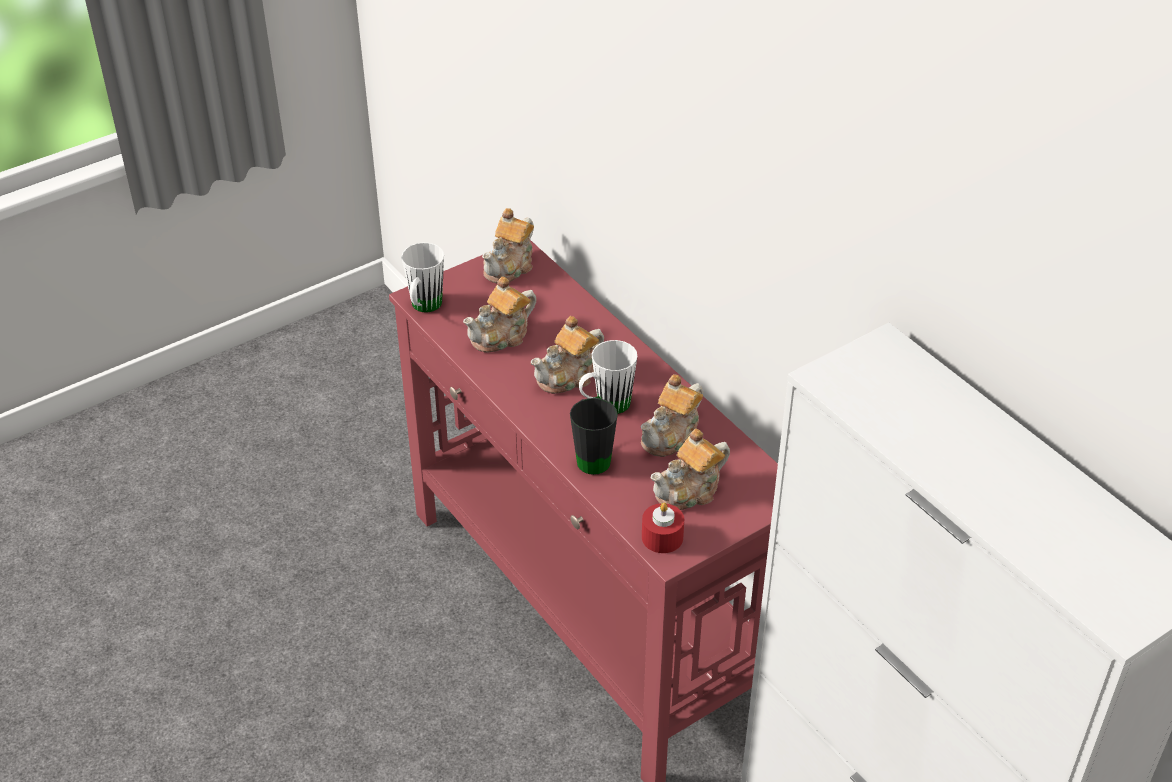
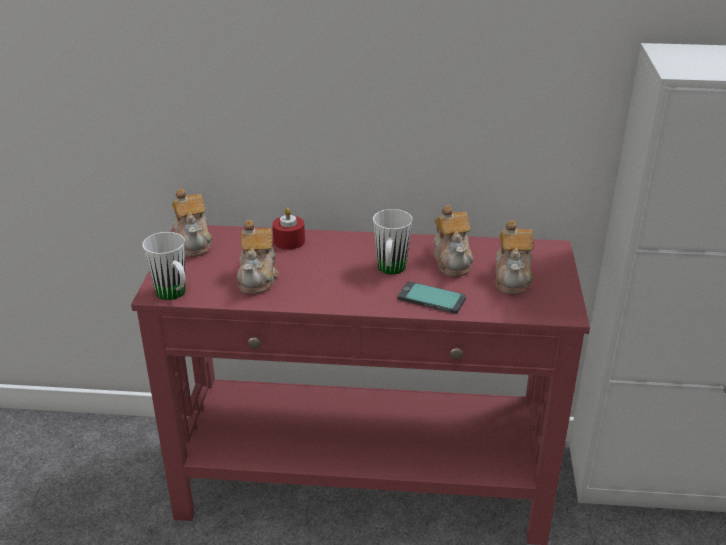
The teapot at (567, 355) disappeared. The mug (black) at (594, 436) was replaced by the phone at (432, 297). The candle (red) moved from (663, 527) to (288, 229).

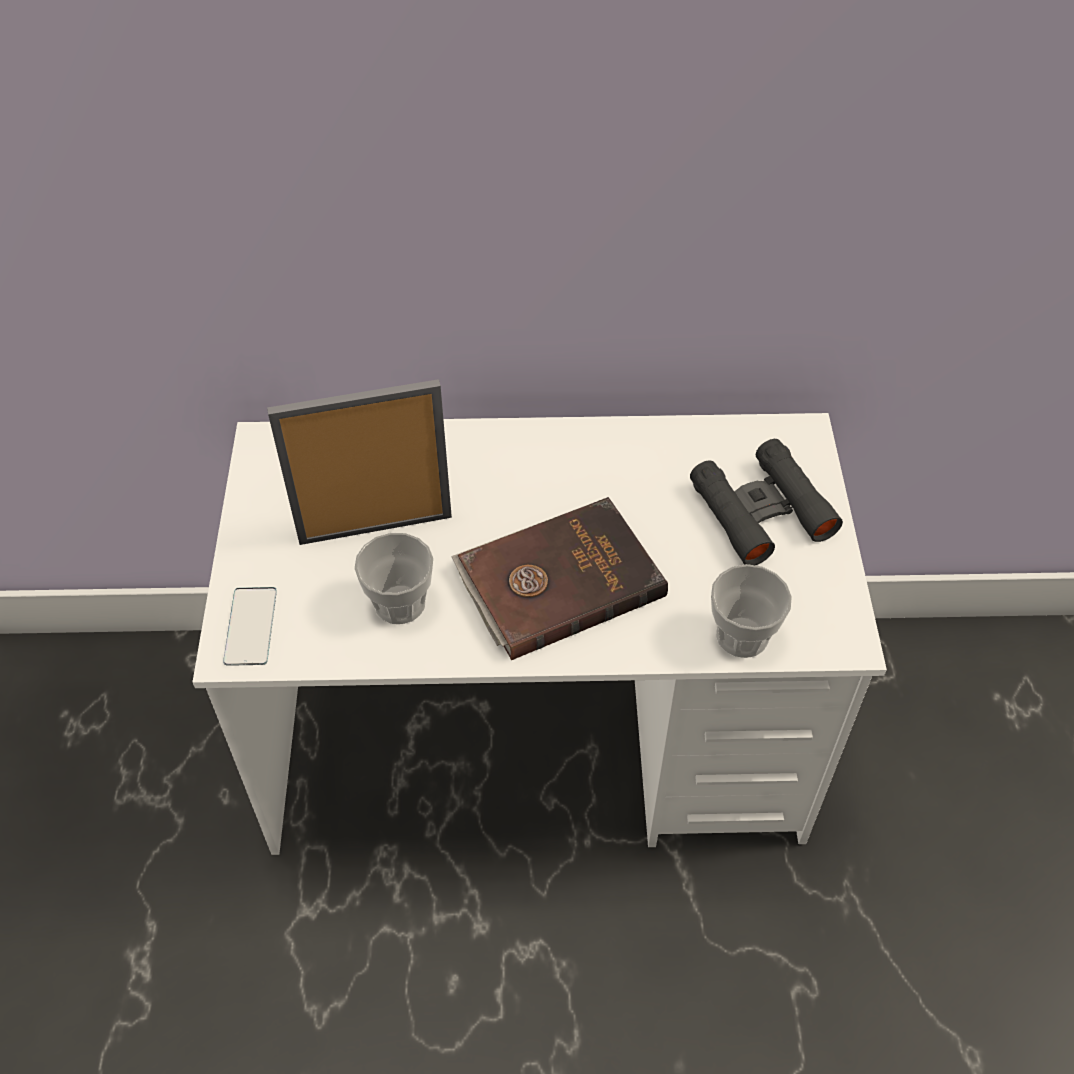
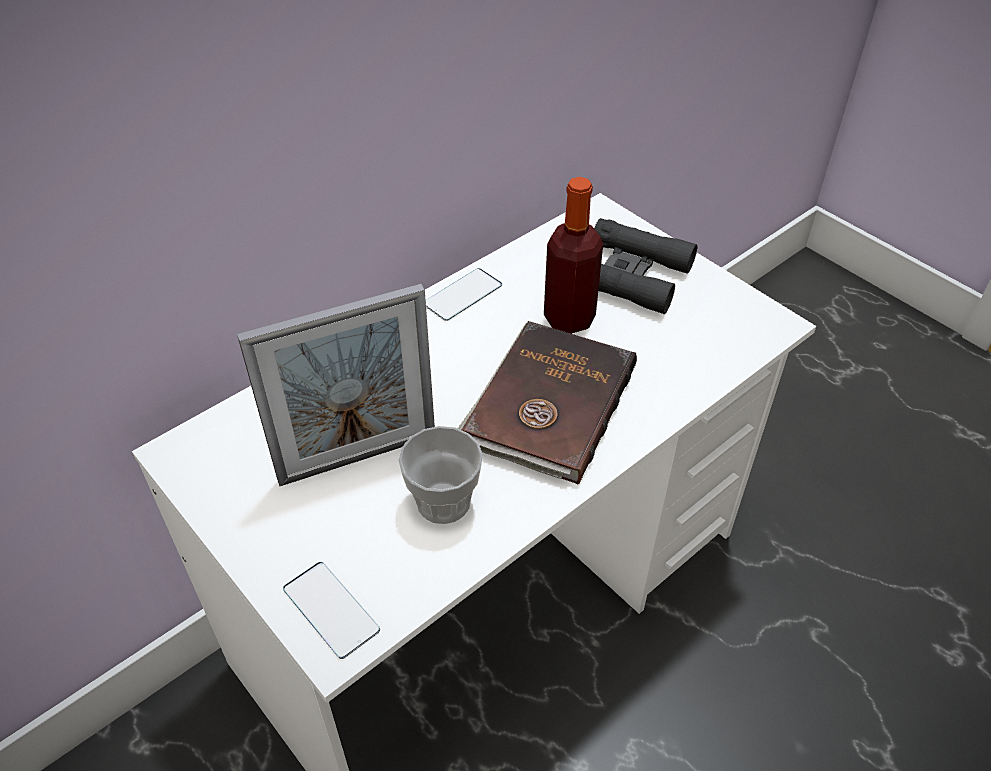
The picture frame at (359, 462) turned 150 degrees counterclockwise. The cup at (751, 611) disappeared. The phone at (464, 294) appeared. The bottle at (573, 255) appeared.

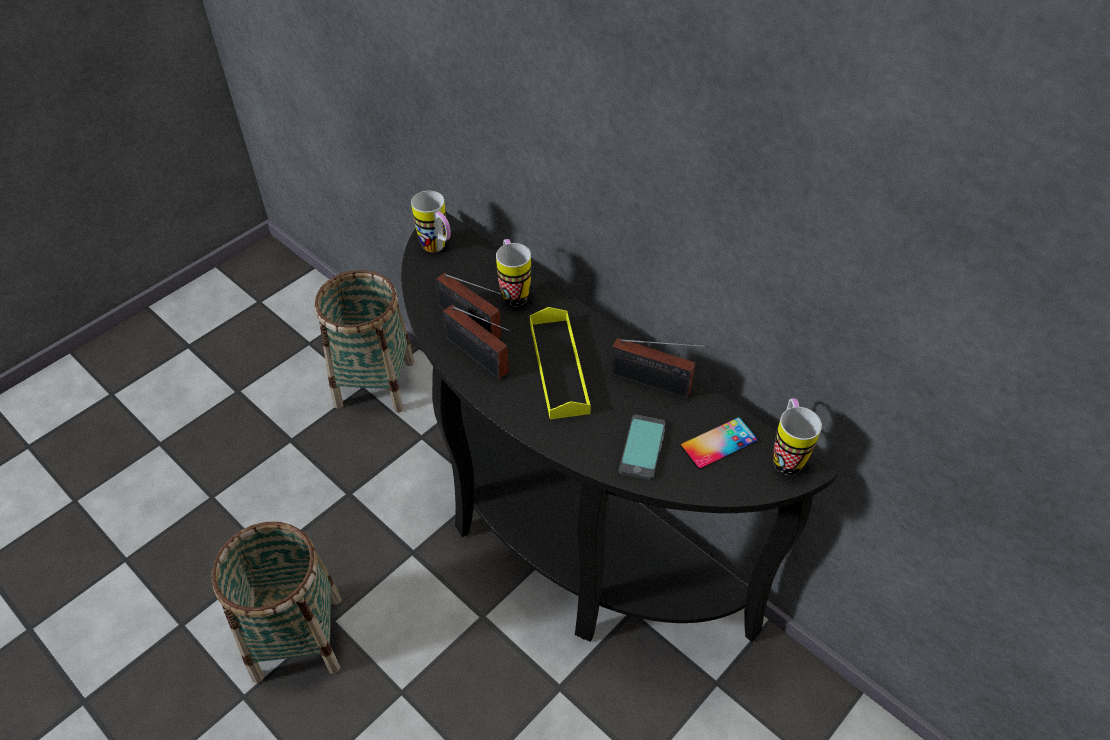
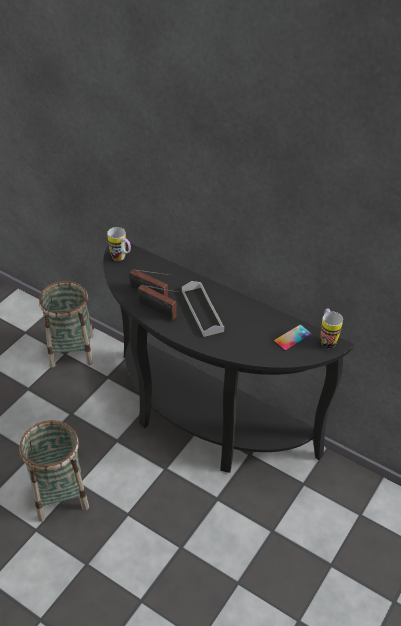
The mug at (513, 273) disappeared. The tray (yellow) at (560, 363) became the tray (grey) at (203, 309). The radio at (659, 368) disappeared. The phone at (642, 447) disappeared.

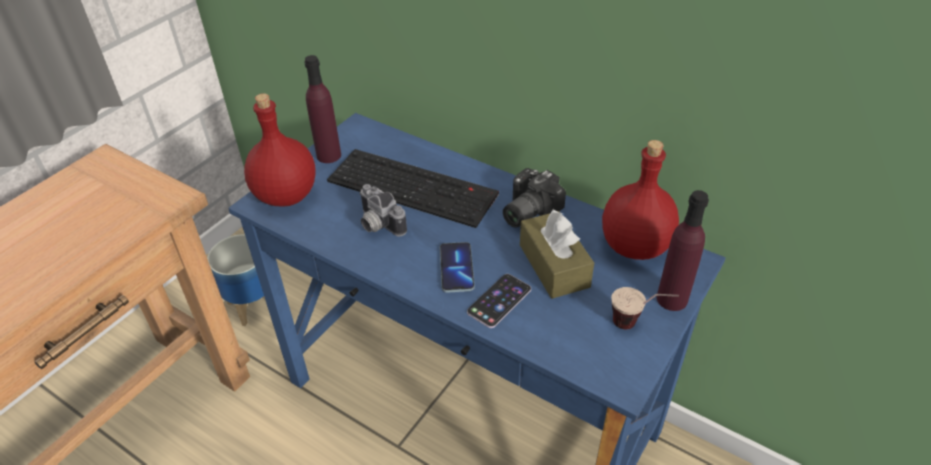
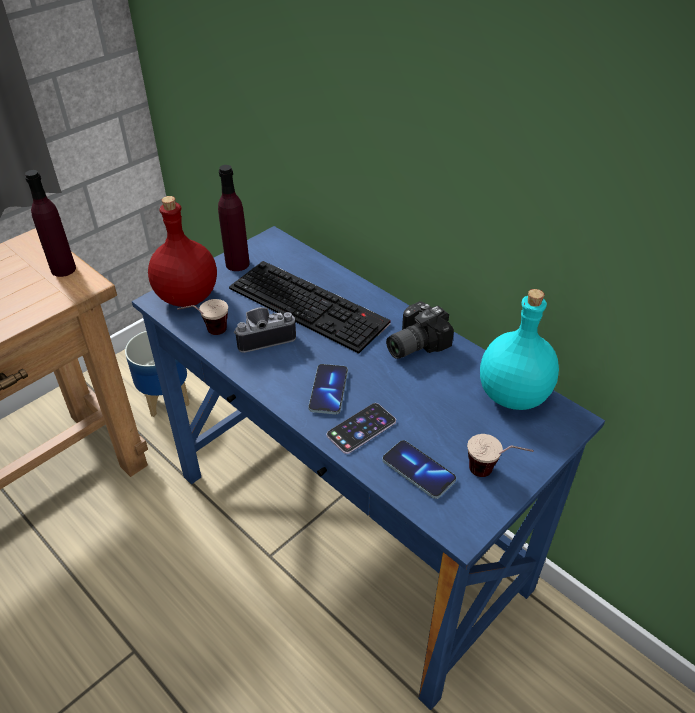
The photo camera at (383, 210) turned 105 degrees clockwise. The tissue box (brown) at (557, 254) disappeared. The bottle (red) at (640, 200) became the bottle (turquoise) at (519, 349). The bottle (purple) moved from (683, 250) to (50, 223). The cup at (202, 317) appeared. The phone at (419, 469) appeared.

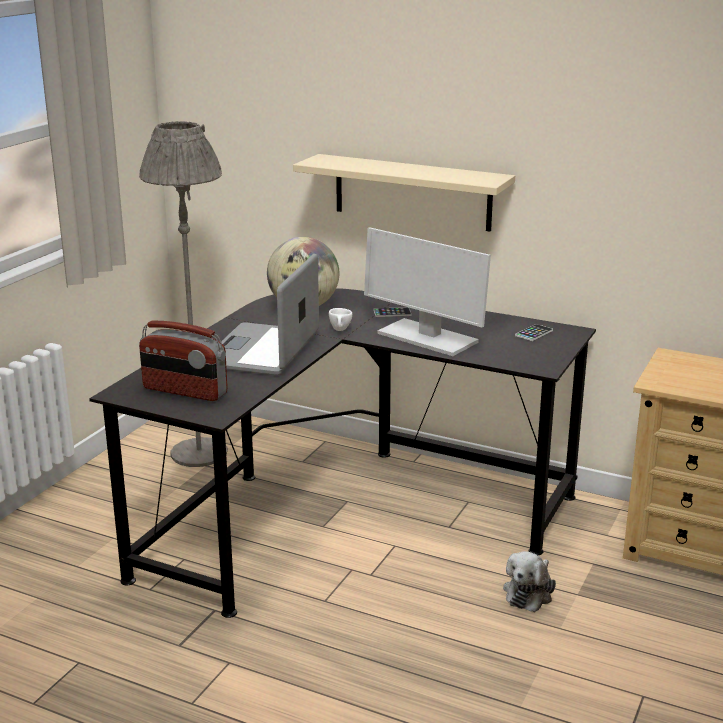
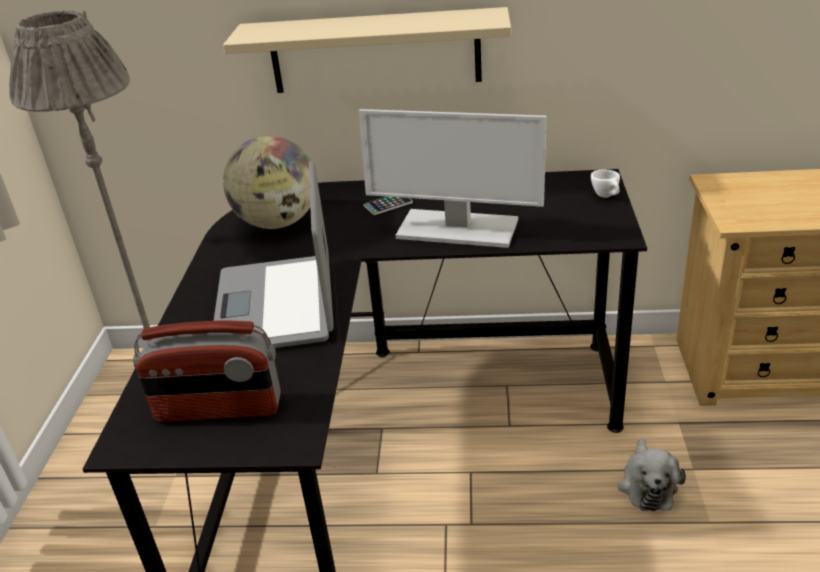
The cup (white) moved from (340, 319) to (605, 183). The phone at (534, 332) disappeared.

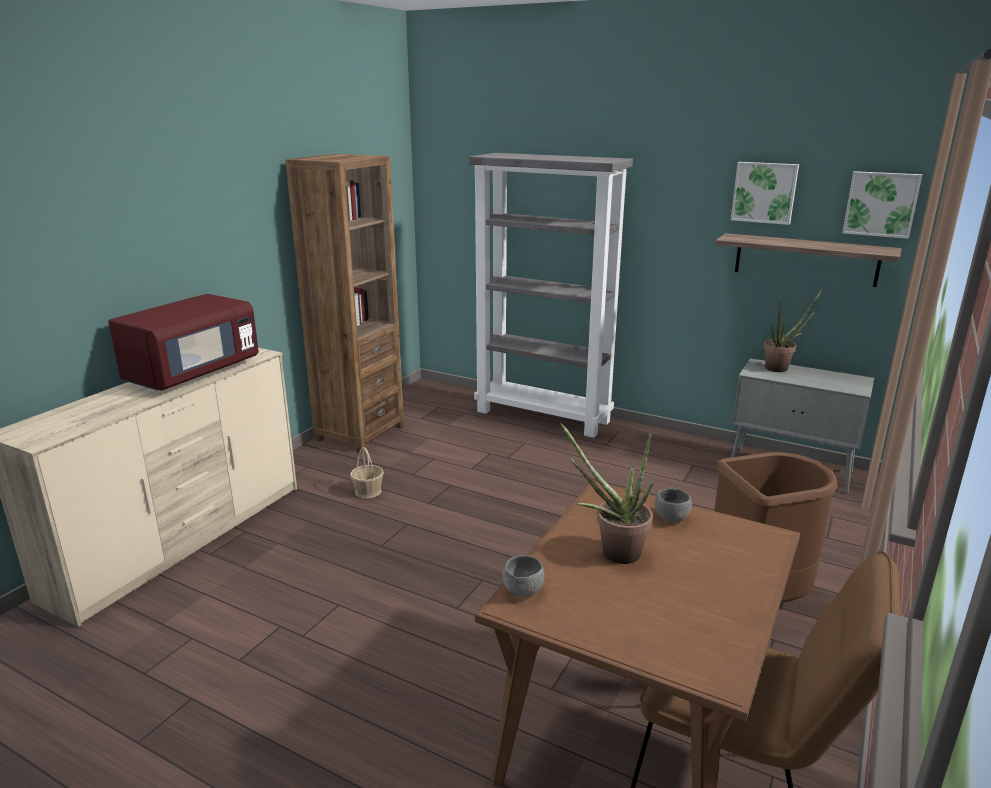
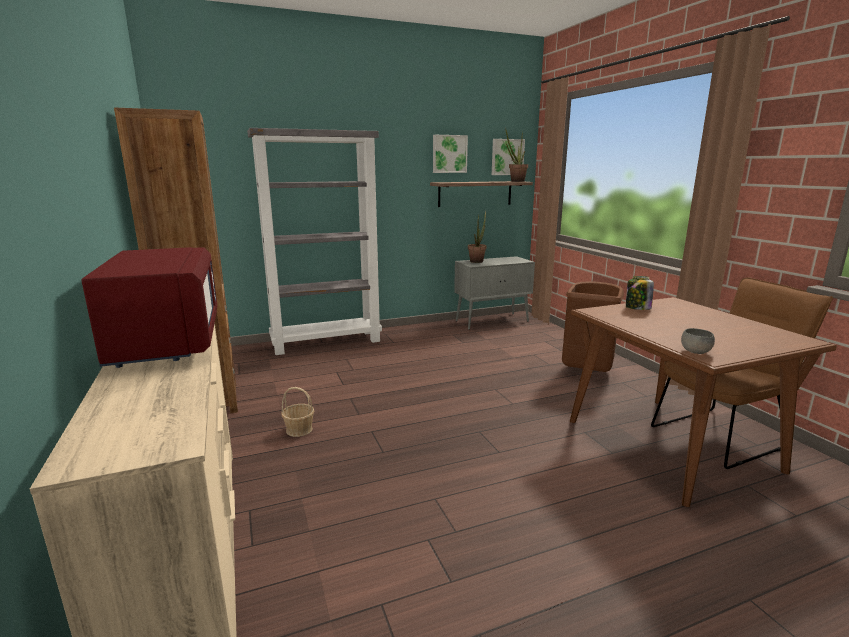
The potted plant moved from (607, 493) to (516, 155). The bowl (grey) at (673, 505) was replaced by the jar at (640, 293).

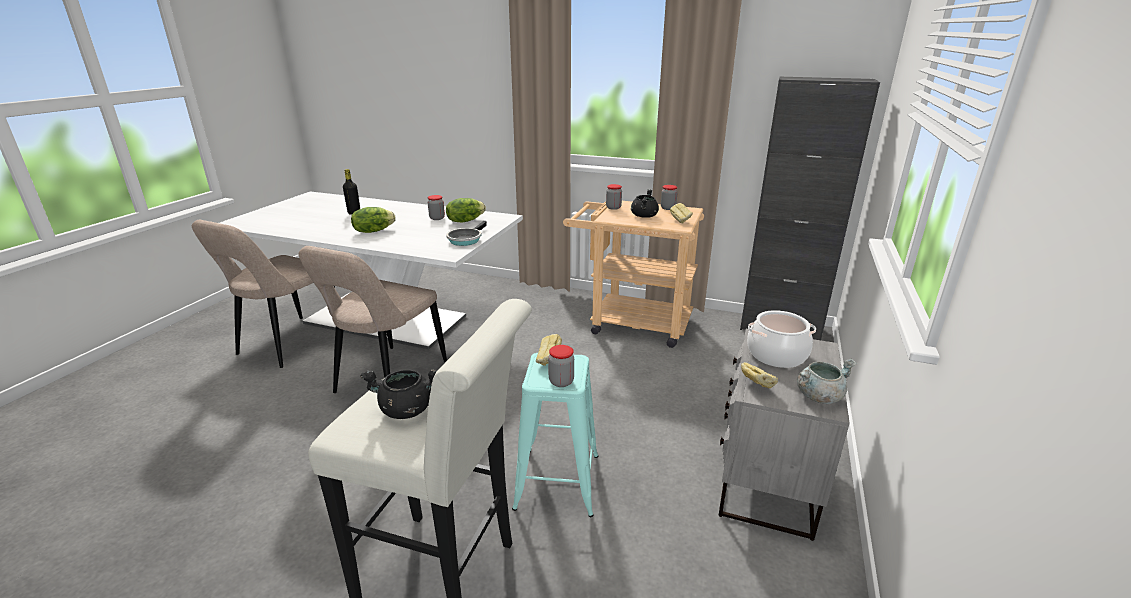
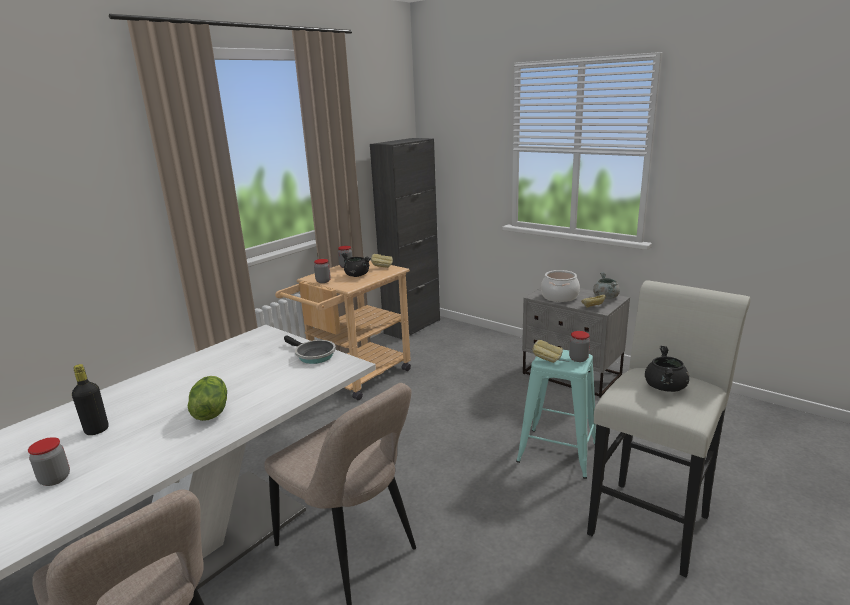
The jar moved from (436, 207) to (49, 461). The lettuce at (466, 210) disappeared.

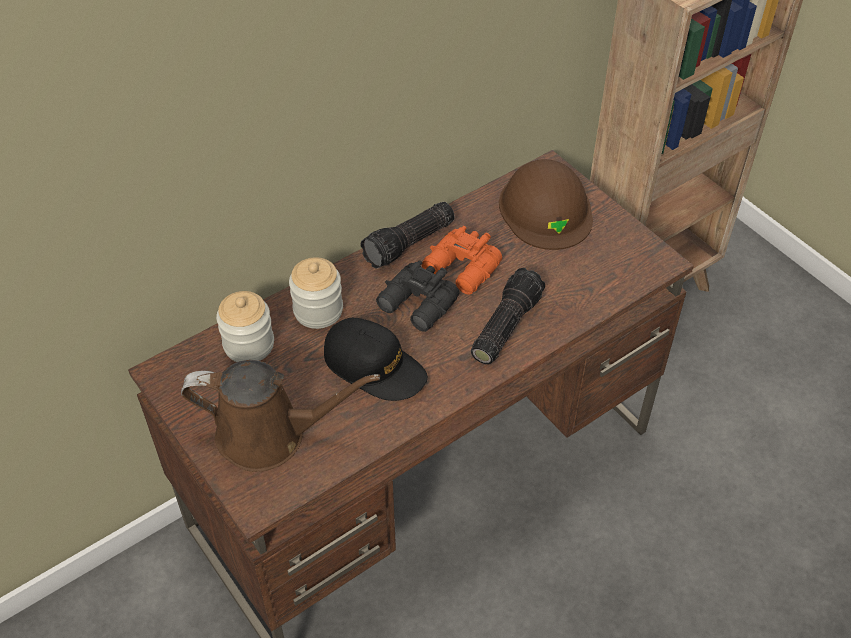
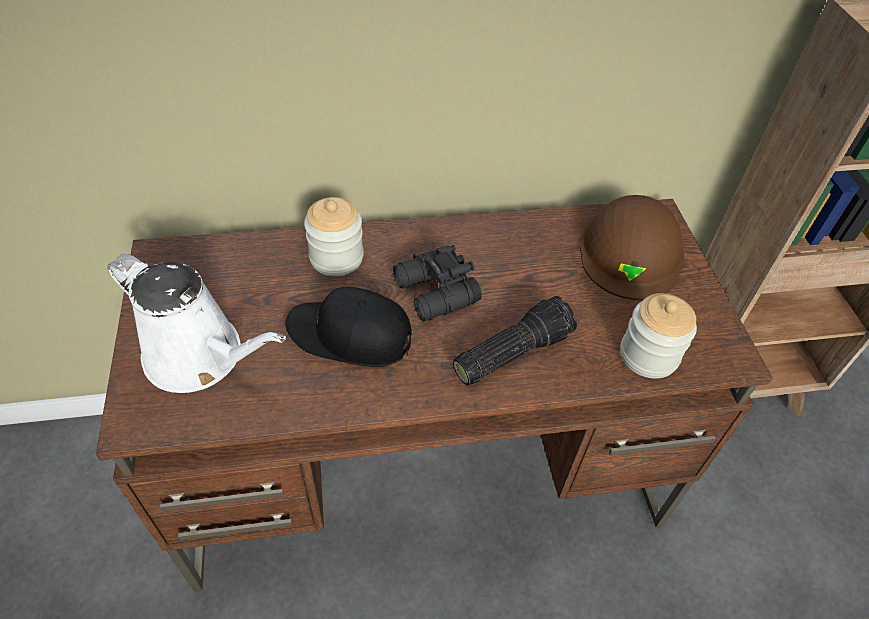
The watering can (brown) at (280, 416) became the watering can (white) at (196, 323). The jar moved from (245, 326) to (658, 336). The cap (black) at (376, 359) turned 135 degrees clockwise. The flashlight at (407, 235) disappeared. The binoculars (orange) at (462, 260) disappeared.

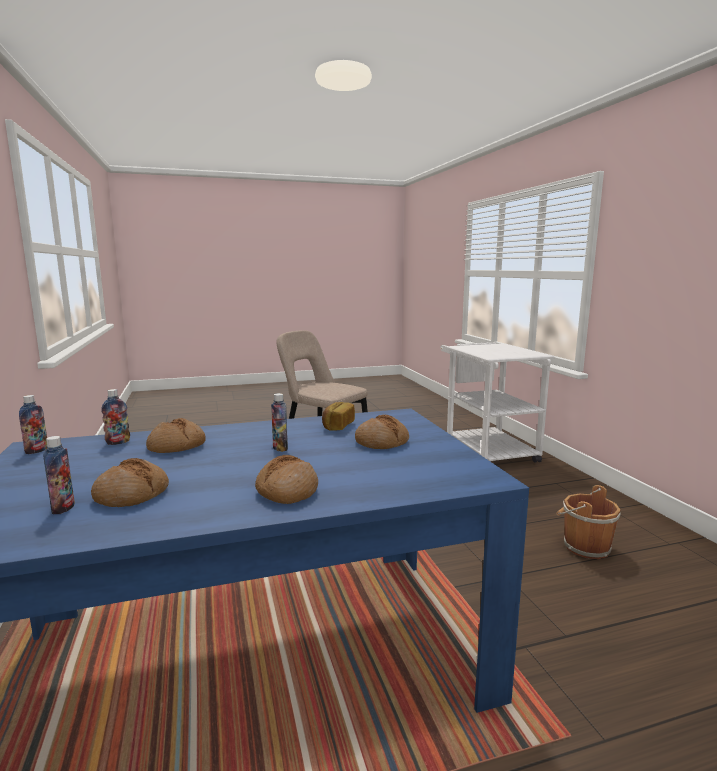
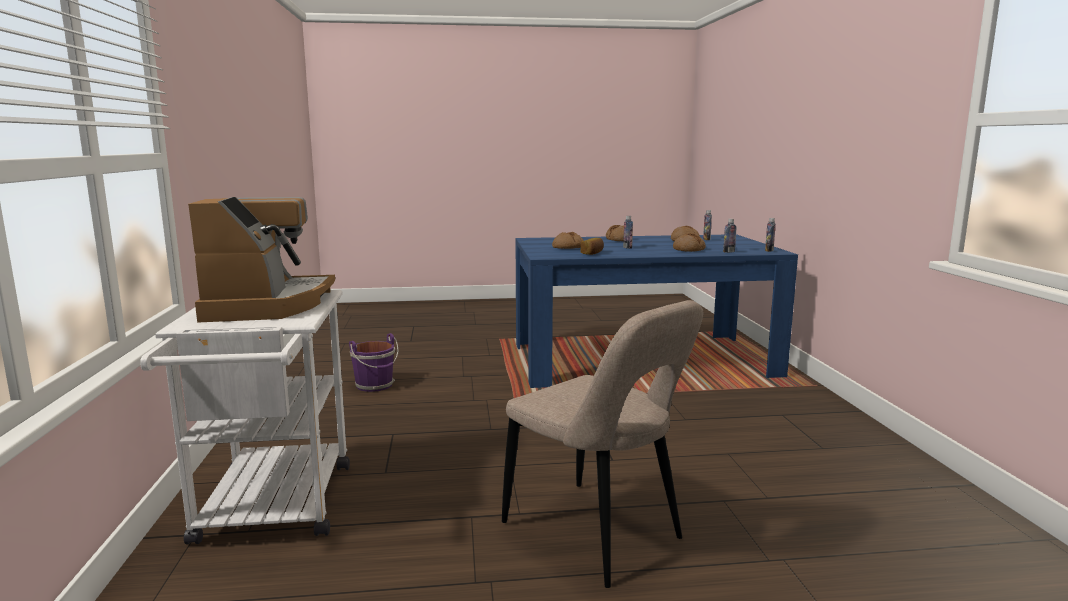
The bucket (brown) at (588, 522) became the bucket (purple) at (374, 362). The coffee machine at (261, 260) appeared.

